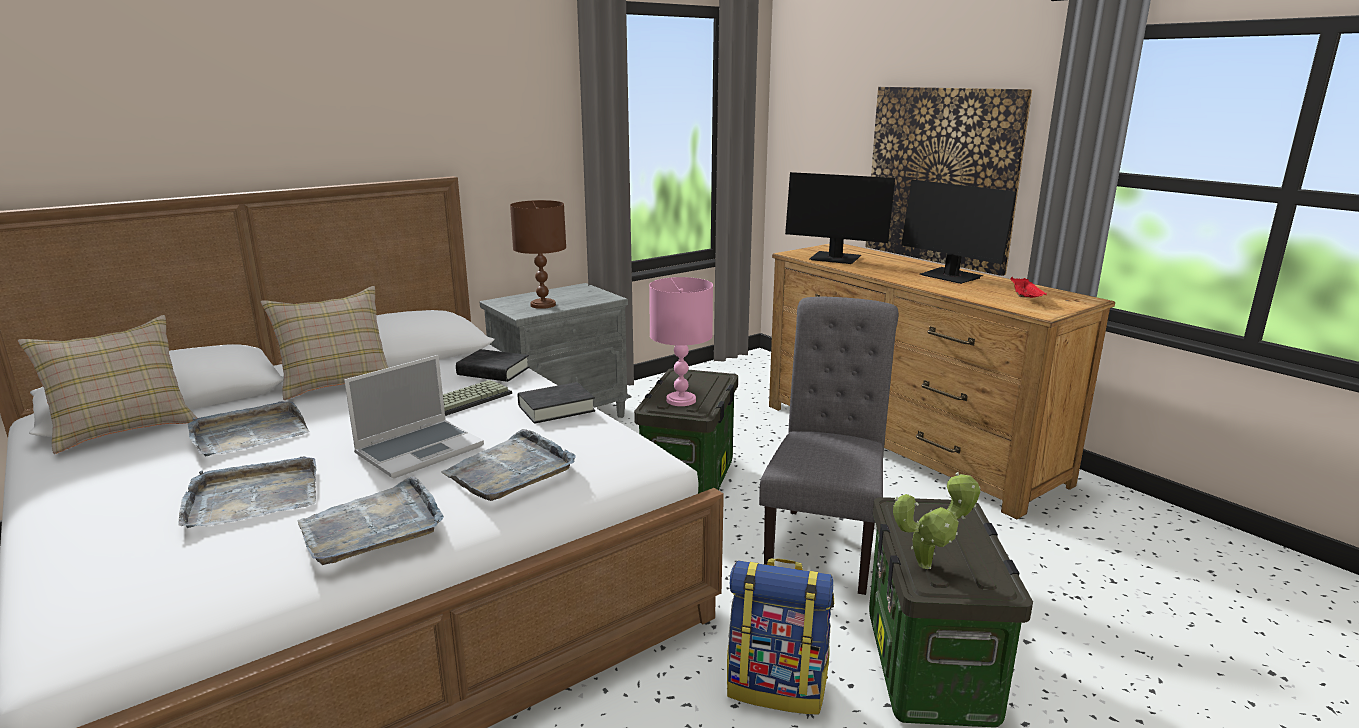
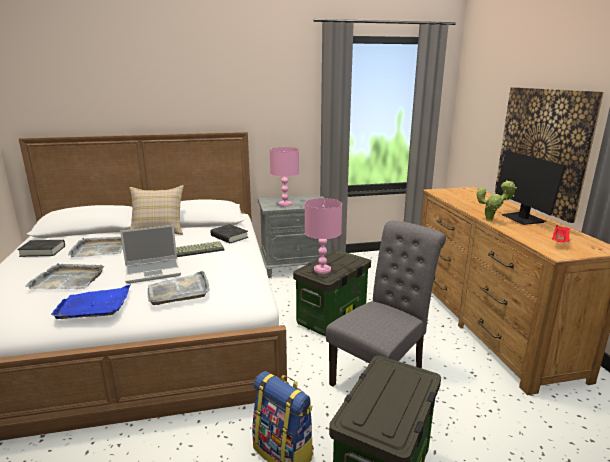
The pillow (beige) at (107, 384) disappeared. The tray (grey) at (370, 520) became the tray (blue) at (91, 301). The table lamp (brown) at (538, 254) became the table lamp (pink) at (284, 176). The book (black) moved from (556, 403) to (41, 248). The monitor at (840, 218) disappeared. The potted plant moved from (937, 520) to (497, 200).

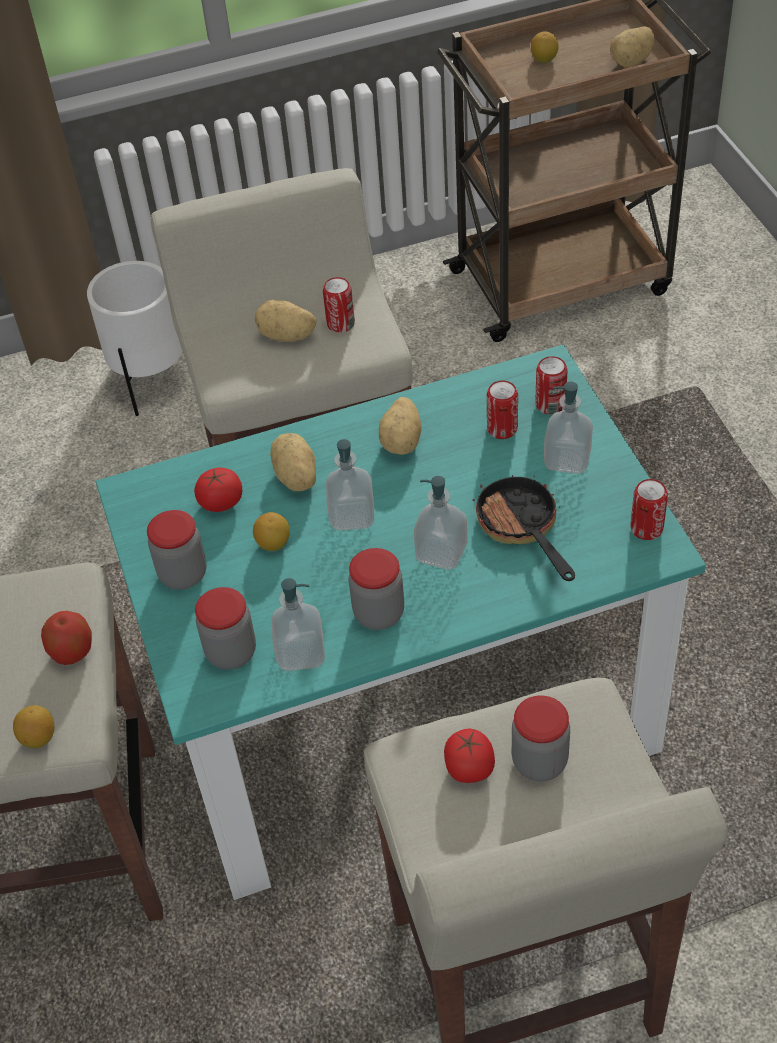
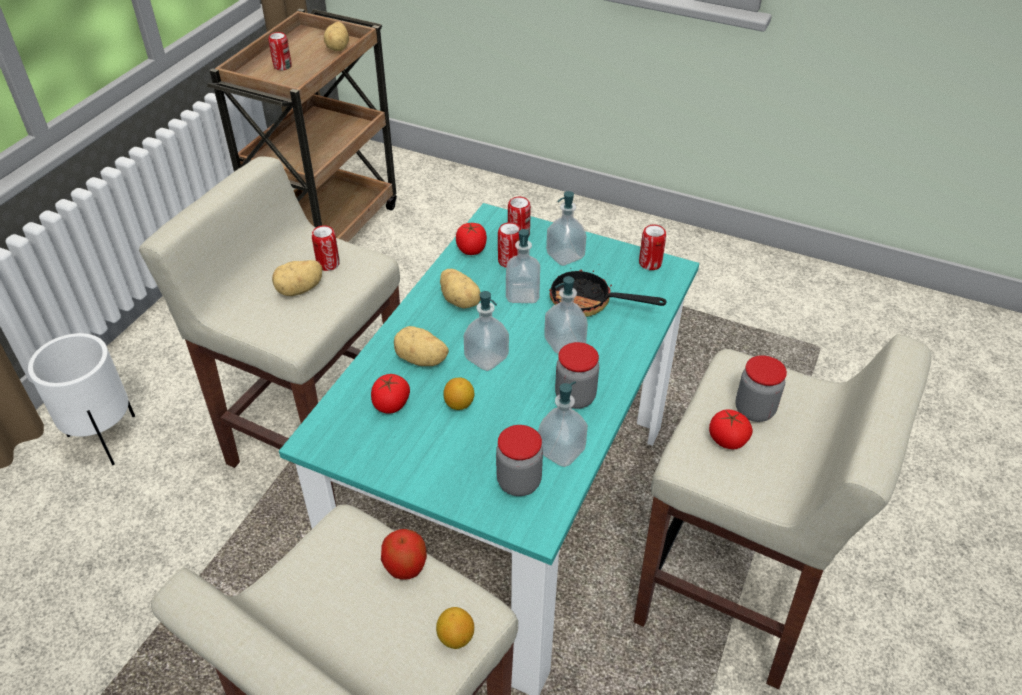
The jar at (177, 550) disappeared. The lemon at (545, 47) was replaced by the can at (280, 51). The tomato at (471, 239) appeared. The soap dispenser at (523, 266) appeared.

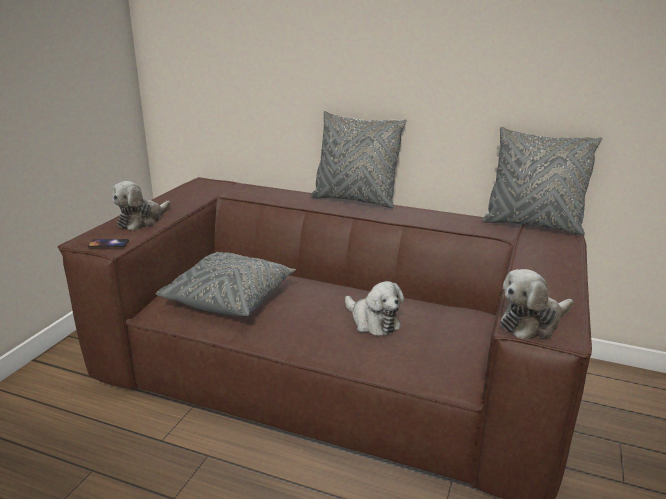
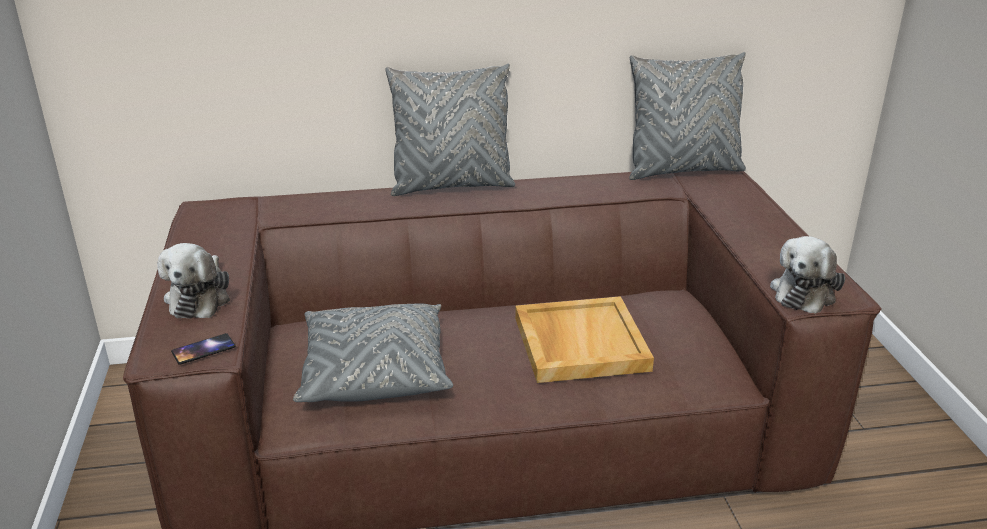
The plush toy at (374, 308) was replaced by the tray (beige) at (584, 339).

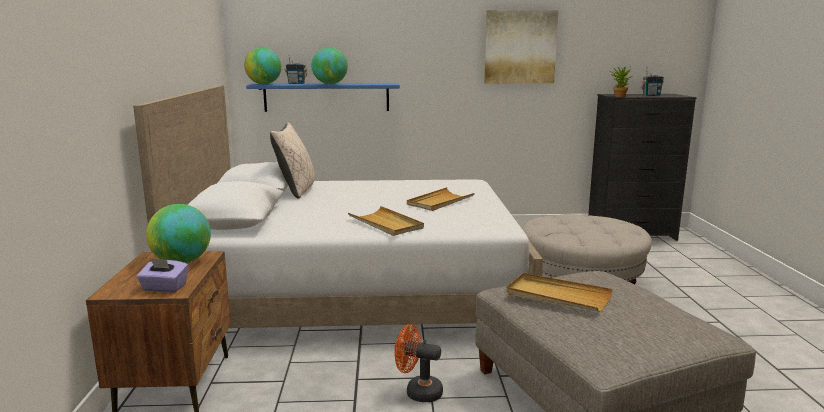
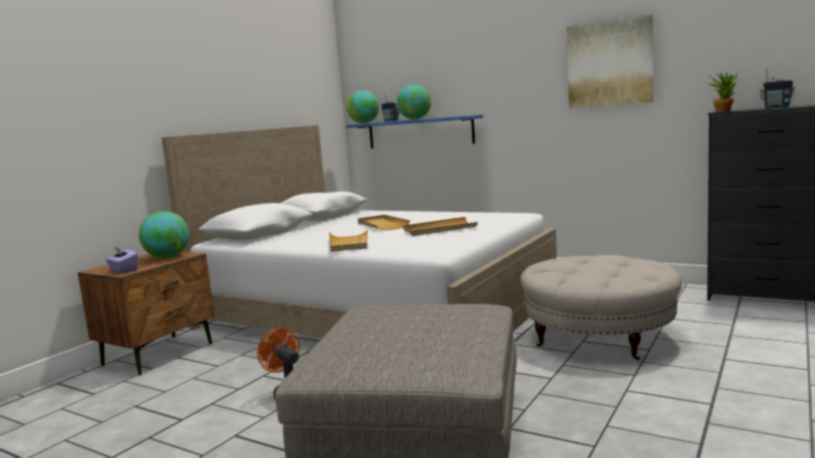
The pillow (beige) at (292, 160) disappeared. The tray (beige) moved from (559, 292) to (384, 222).

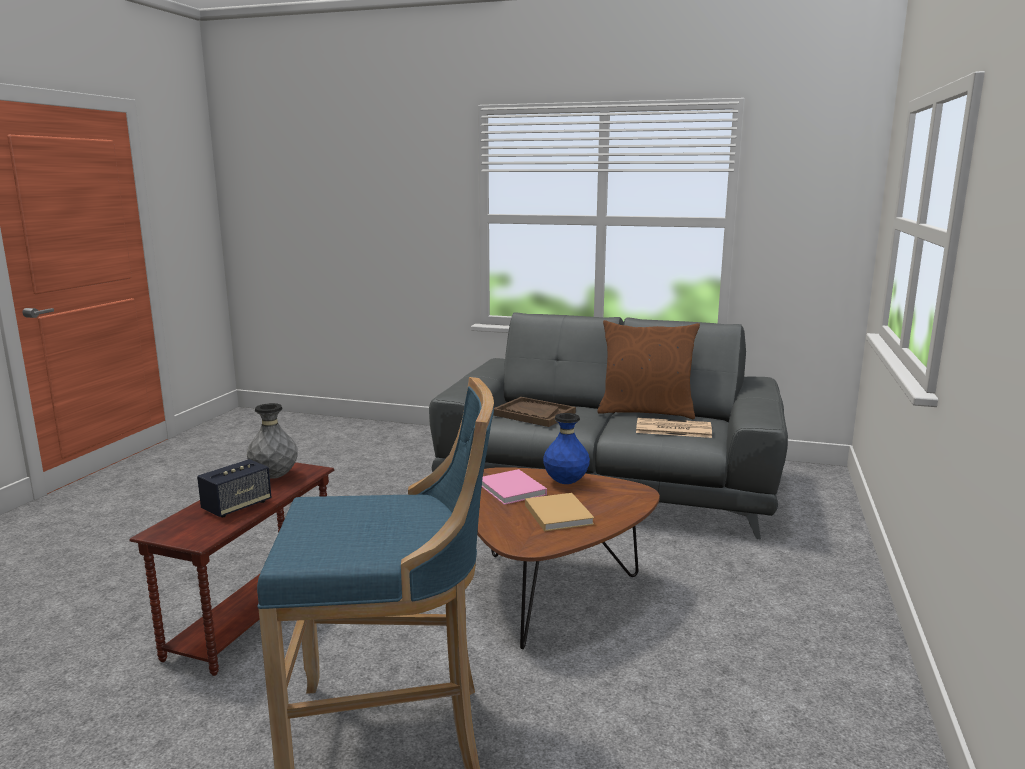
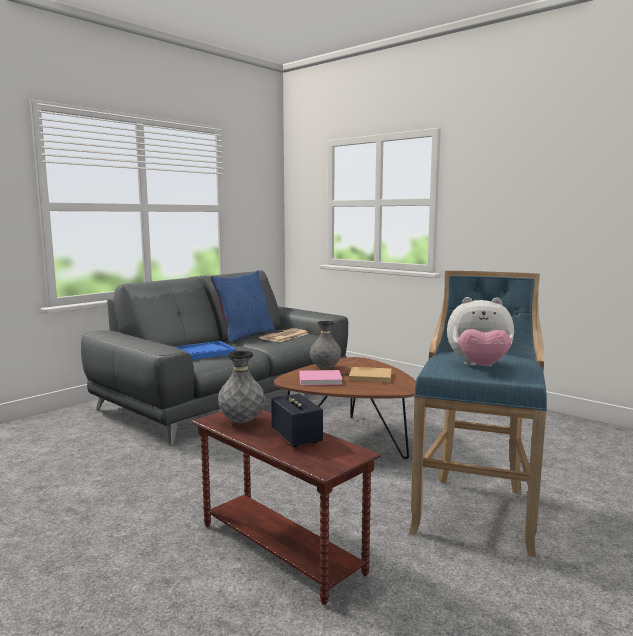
The tray (brown) at (534, 412) became the tray (blue) at (205, 350). The vase (blue) at (566, 448) became the vase (grey) at (325, 345). The pillow (brown) at (648, 369) became the pillow (blue) at (242, 306). The plush toy at (480, 331) appeared.

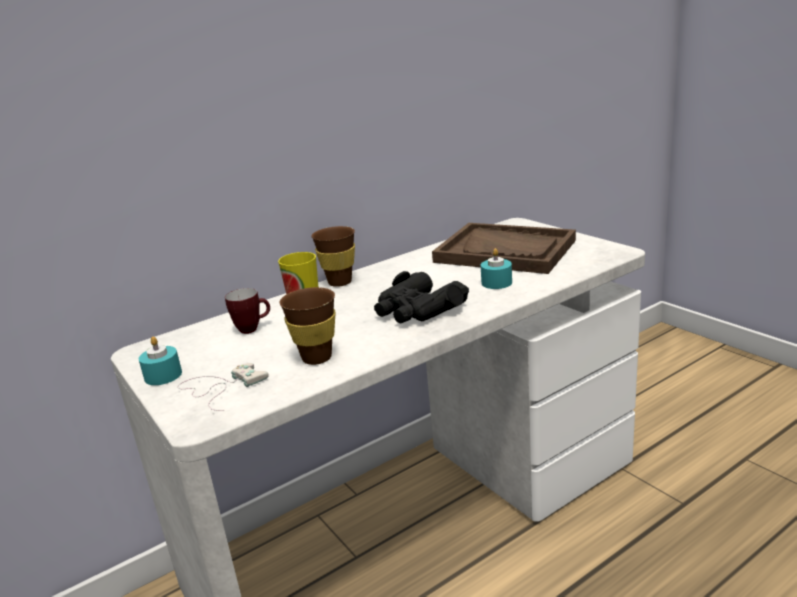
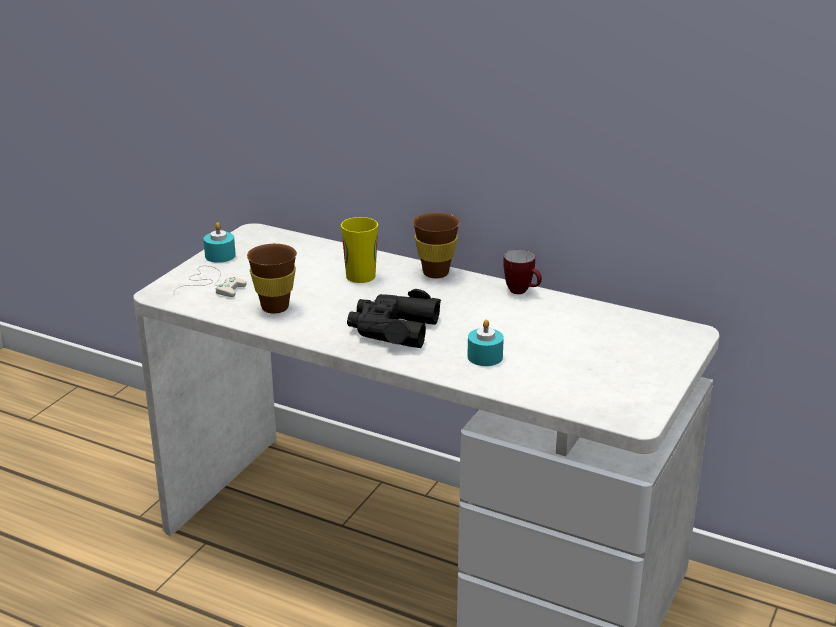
The mug moved from (247, 311) to (522, 271). The tray (brown) at (504, 248) disappeared.

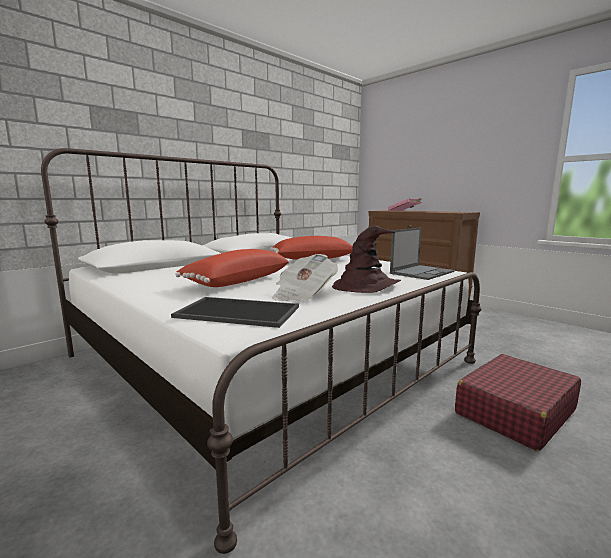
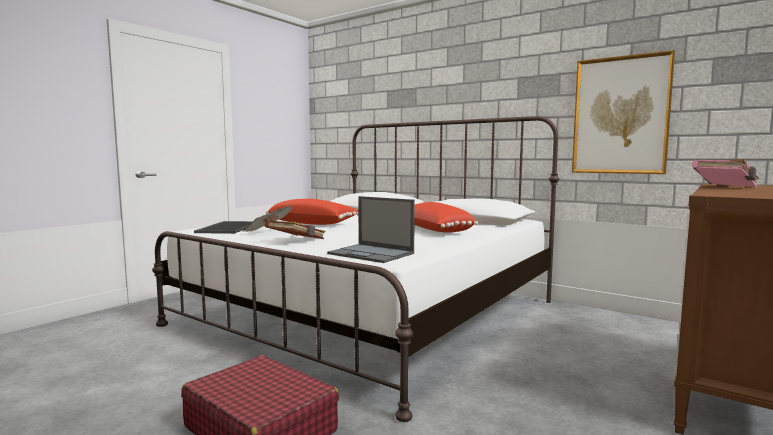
The hat (brown) at (366, 259) was replaced by the book (brown) at (295, 229). The picture at (623, 112) appeared.

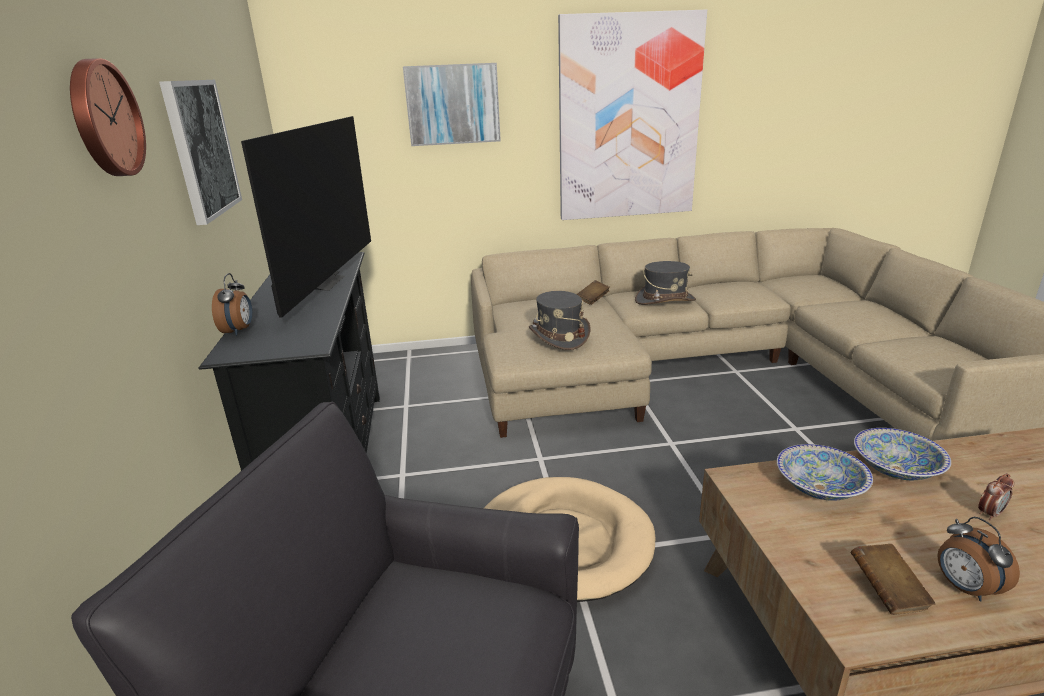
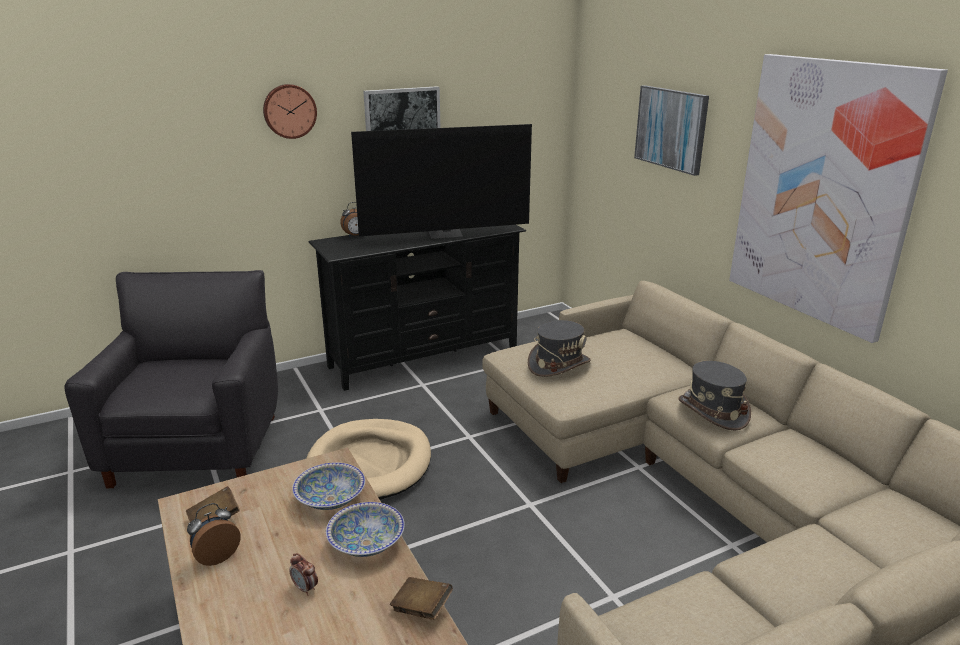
The book (brown) moved from (593, 292) to (421, 598).

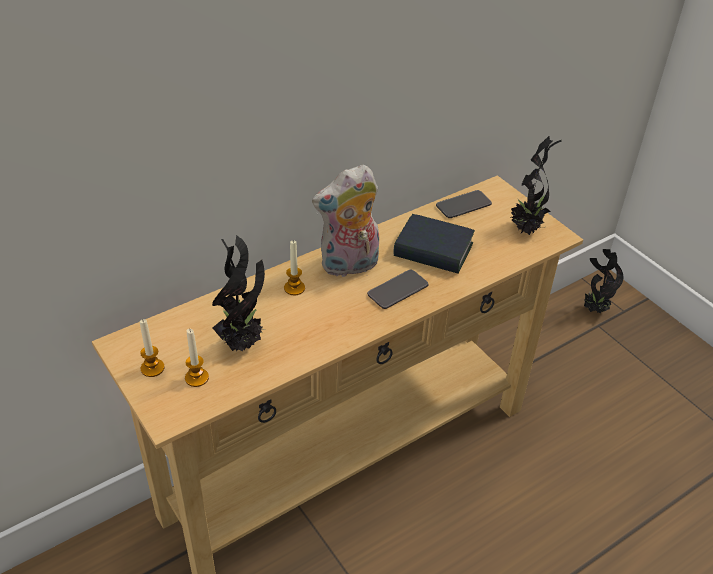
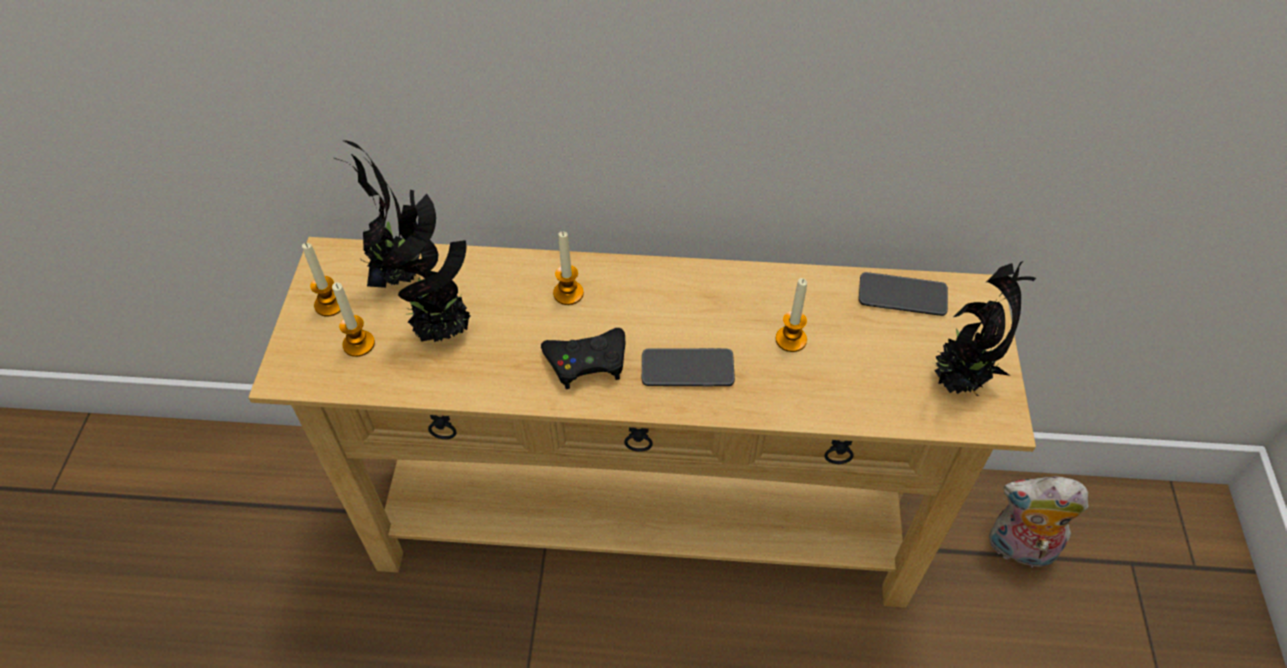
The plush toy moved from (345, 221) to (1038, 522). The book at (434, 244) was replaced by the candle at (791, 315). The potted plant moved from (603, 281) to (377, 214). The game controller (black) at (583, 358) appeared.

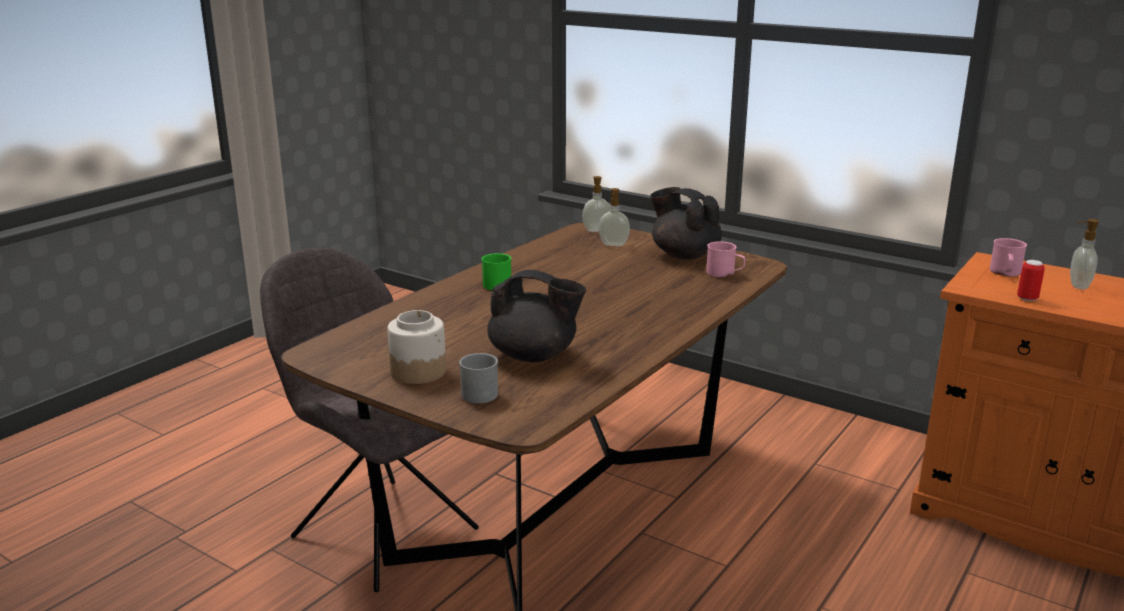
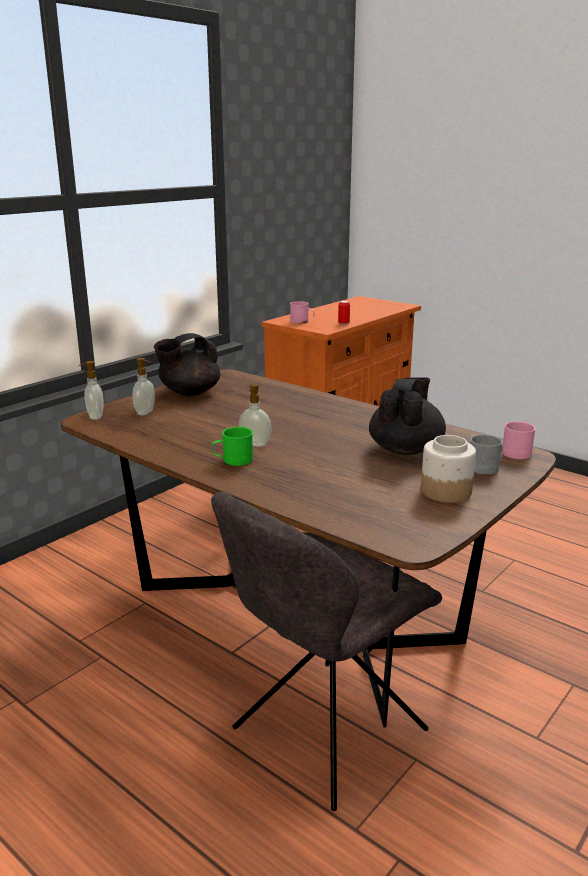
The mug (pink) moved from (725, 259) to (519, 440). The soap dispenser moved from (1084, 254) to (255, 415).

